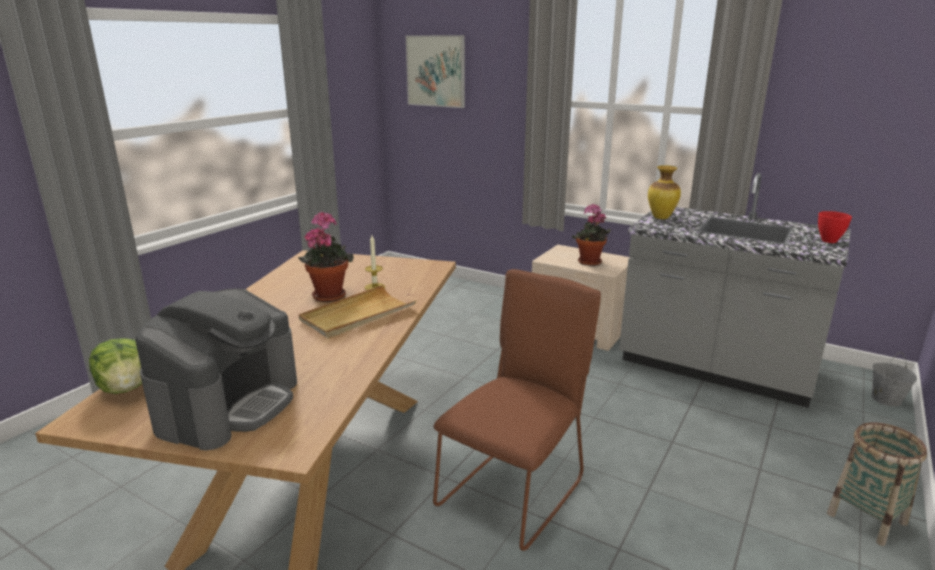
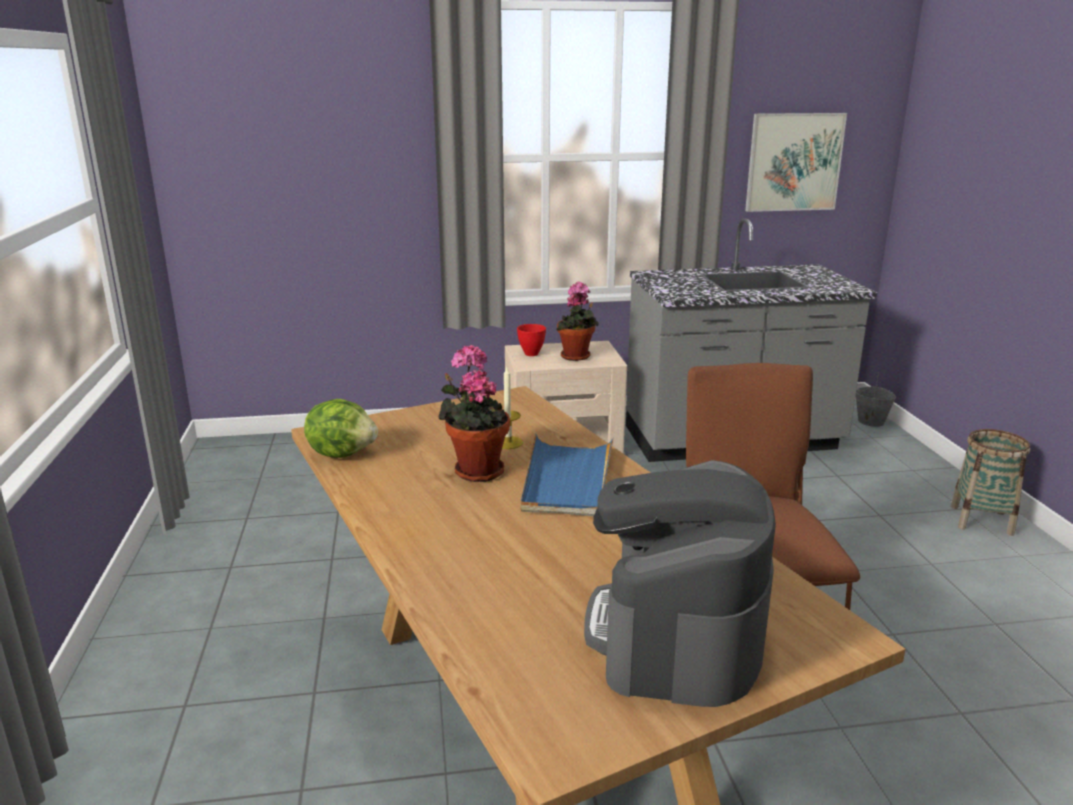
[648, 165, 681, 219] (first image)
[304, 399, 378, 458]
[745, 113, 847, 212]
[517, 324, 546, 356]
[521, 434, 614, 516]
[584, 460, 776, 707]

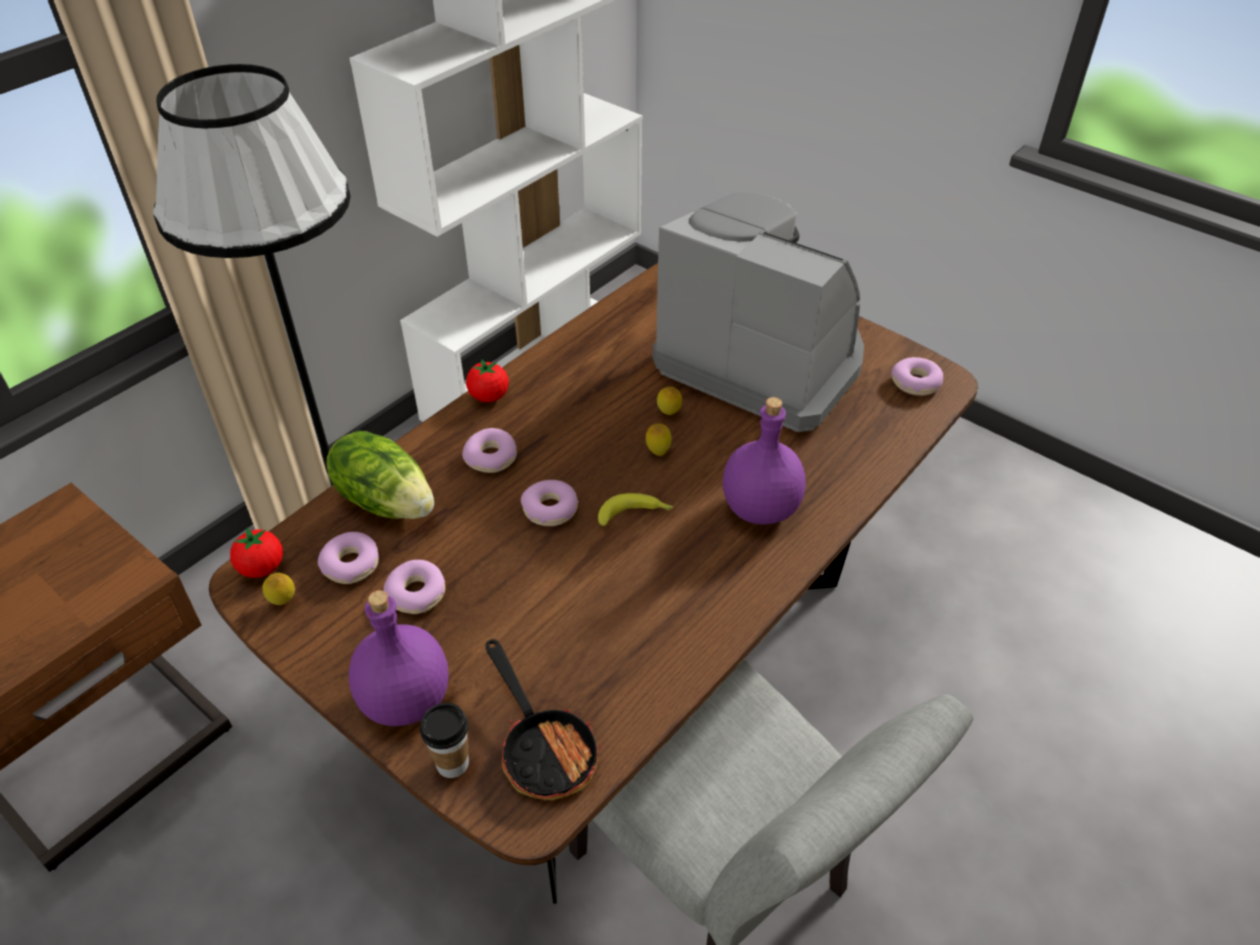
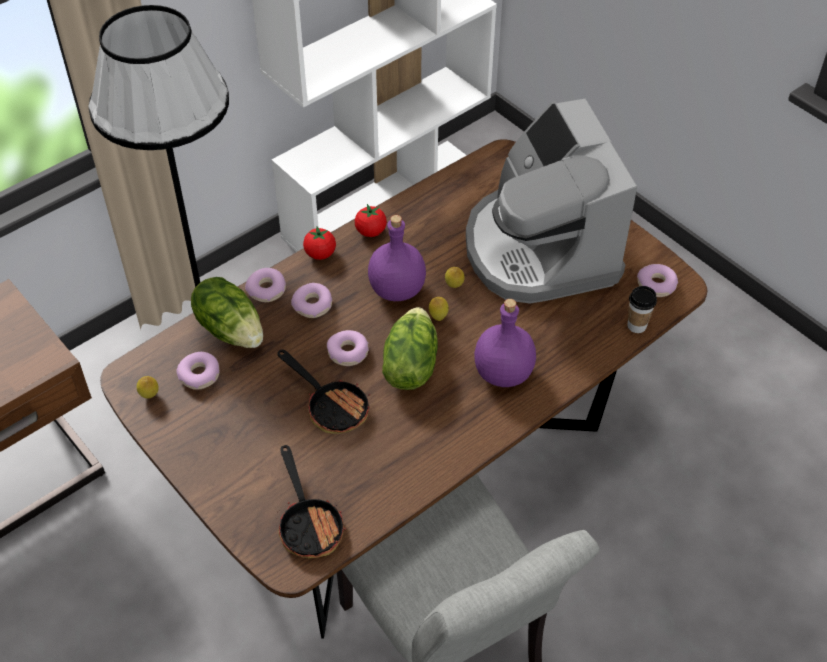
[277, 349, 370, 434]
[355, 204, 387, 237]
[368, 215, 426, 301]
[245, 268, 286, 302]
[628, 286, 657, 333]
[382, 307, 438, 390]
[466, 99, 637, 304]

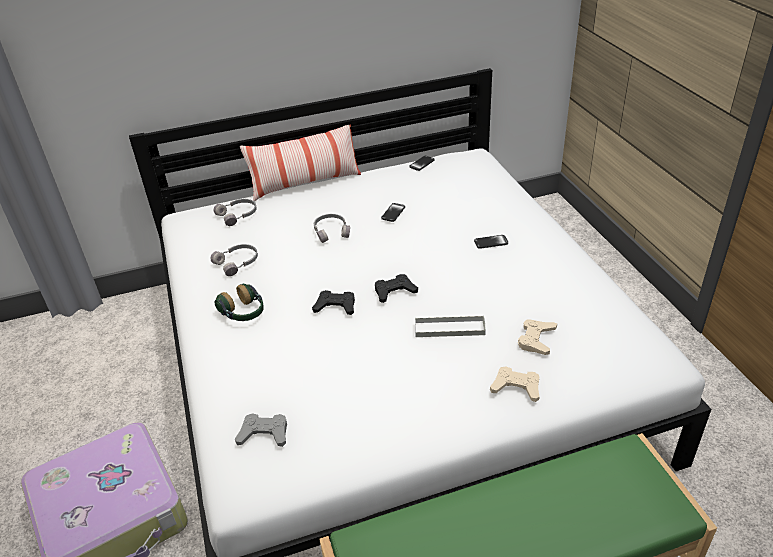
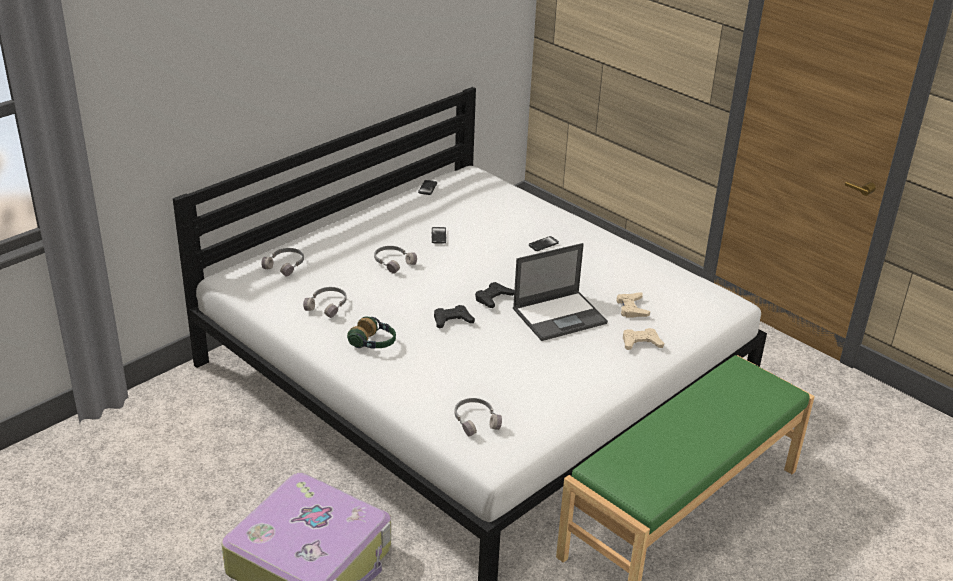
[240, 124, 361, 201] (first image)
[454, 398, 502, 437]
[513, 243, 608, 341]

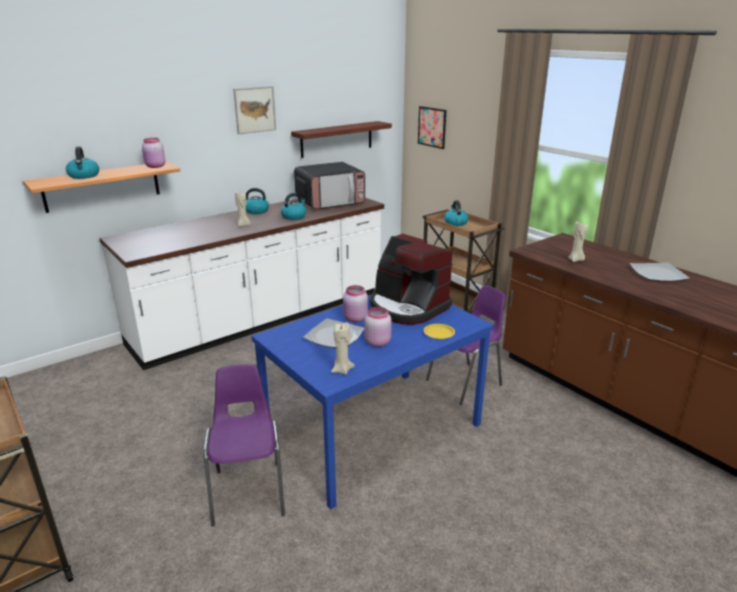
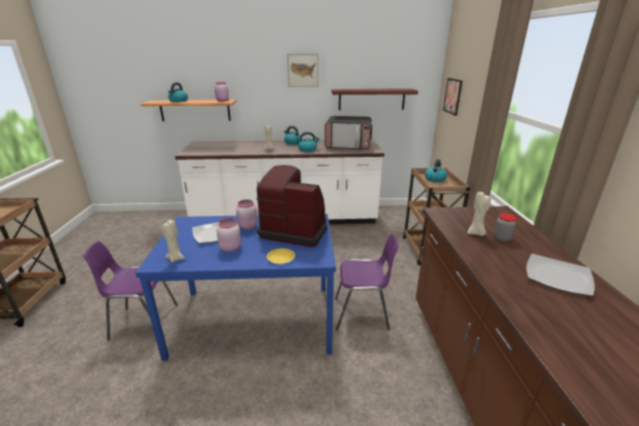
[494, 213, 517, 242]
[83, 241, 178, 341]
[256, 165, 328, 247]

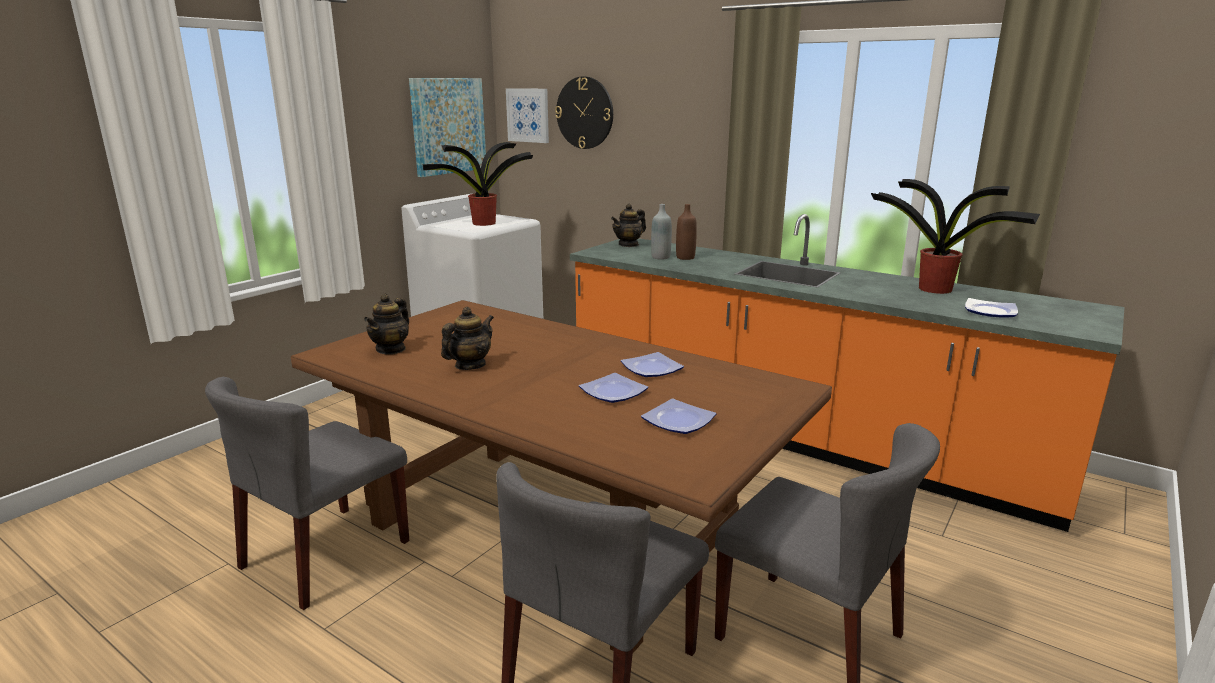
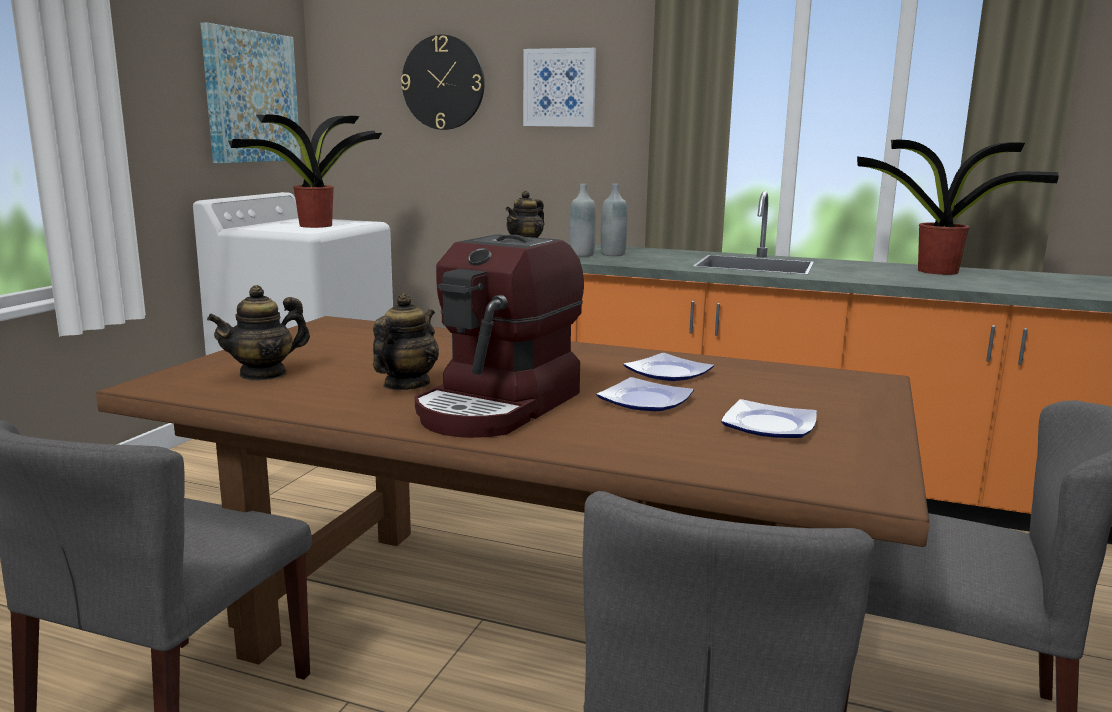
[965, 298, 1018, 318] (first image)
[415, 234, 584, 438]
[523, 48, 596, 127]
[601, 184, 628, 256]
[207, 285, 310, 381]

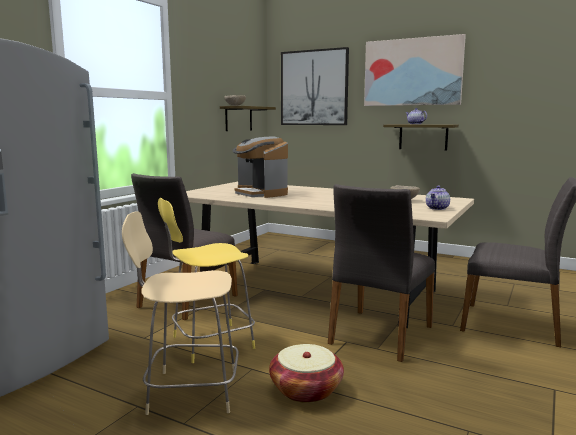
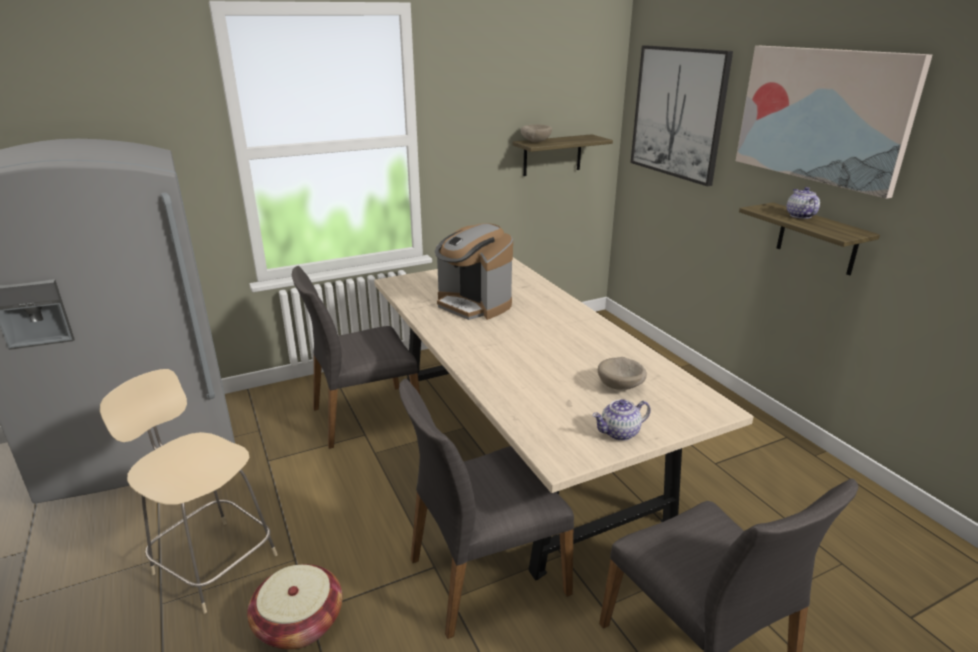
[158, 198, 255, 363] (first image)
[434, 223, 513, 320]

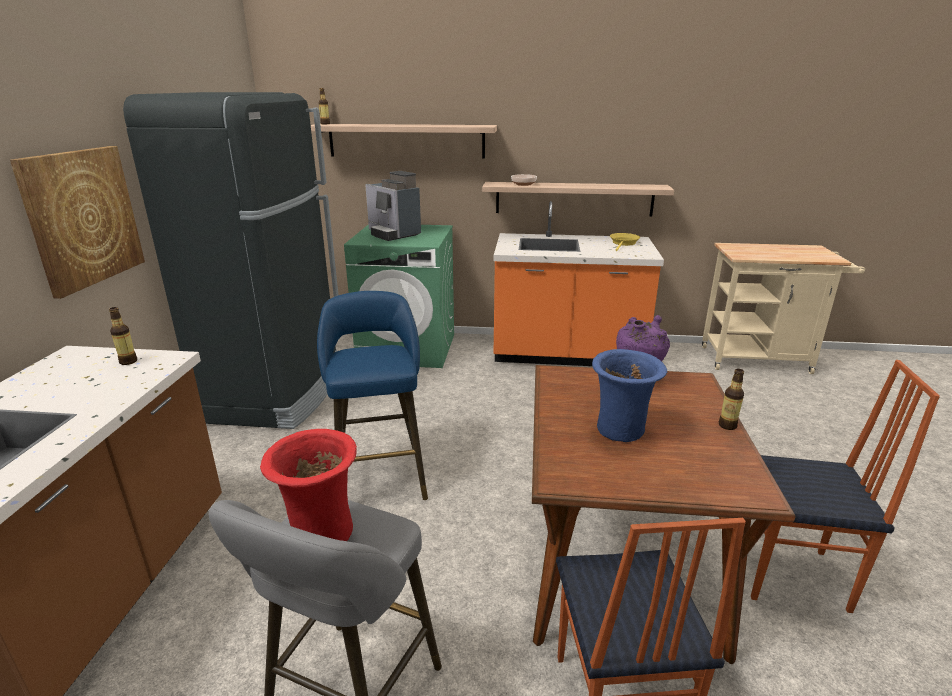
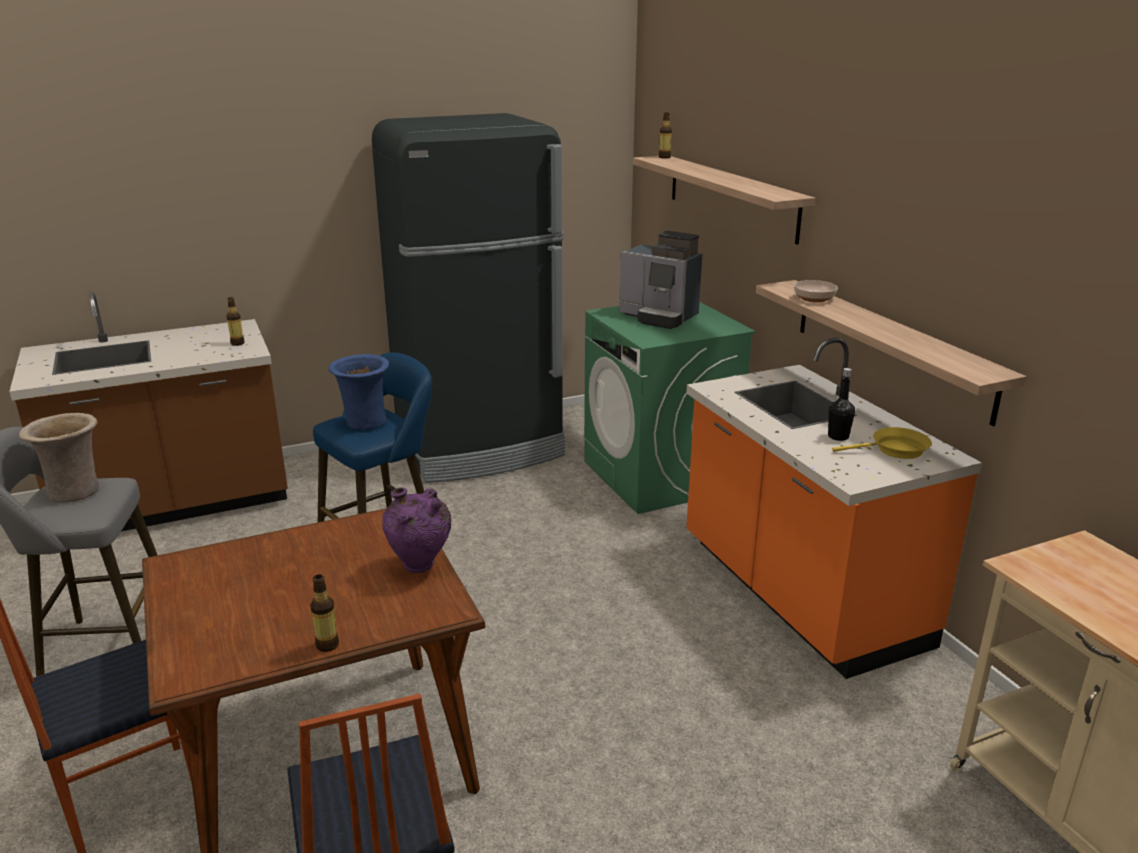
[10, 146, 145, 299] (first image)
[828, 368, 855, 441]
[328, 354, 389, 430]
[19, 413, 99, 503]
[619, 231, 702, 329]

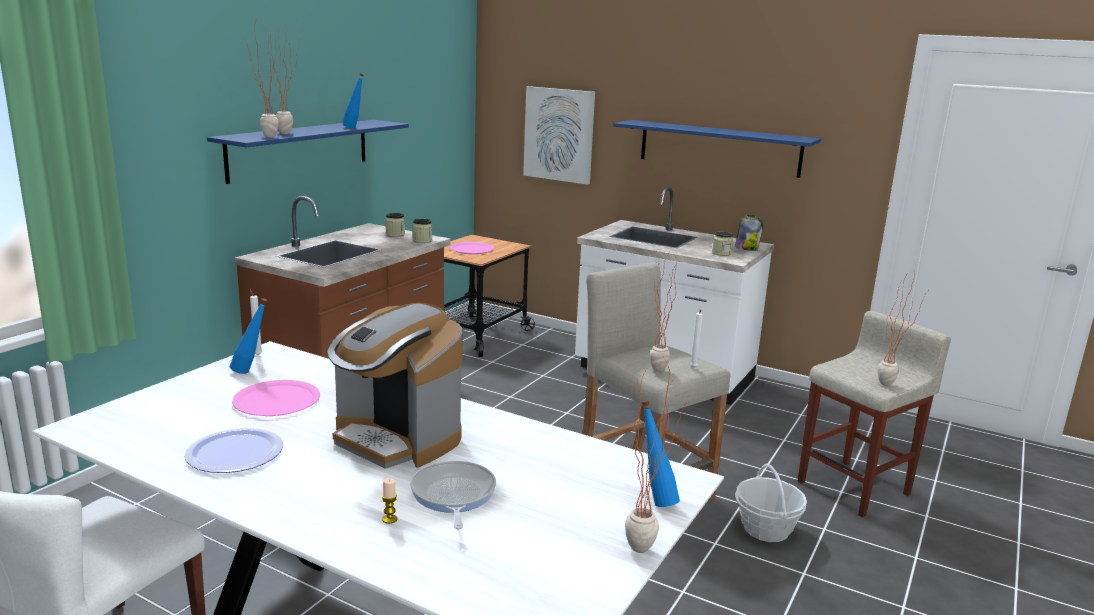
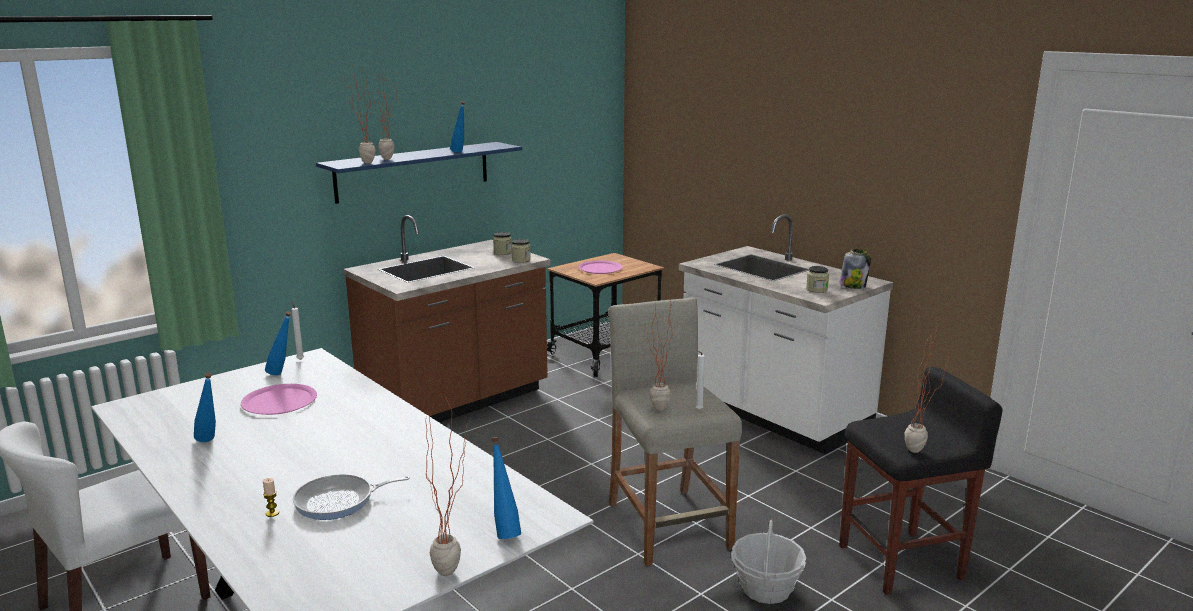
[327, 303, 463, 469] (first image)
[523, 86, 595, 185] (first image)
[613, 120, 821, 178] (first image)
[194, 372, 216, 442]
[839, 367, 1003, 595]
[293, 474, 410, 520]

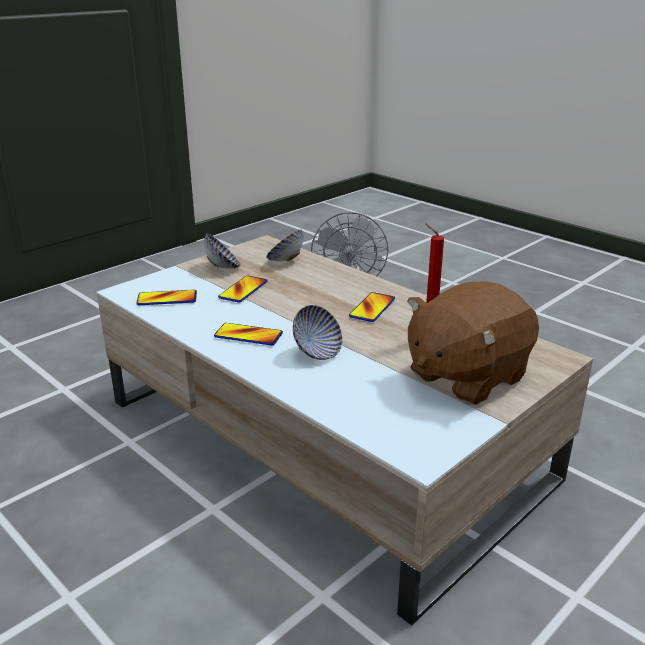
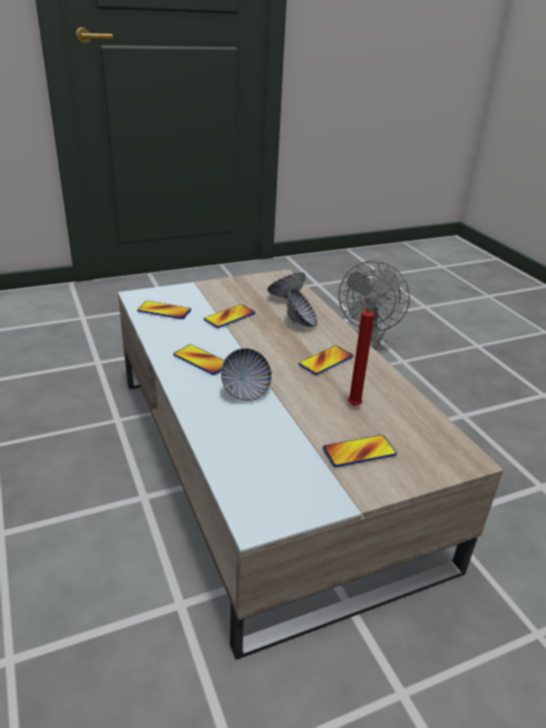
[286, 288, 318, 327]
[323, 435, 397, 467]

